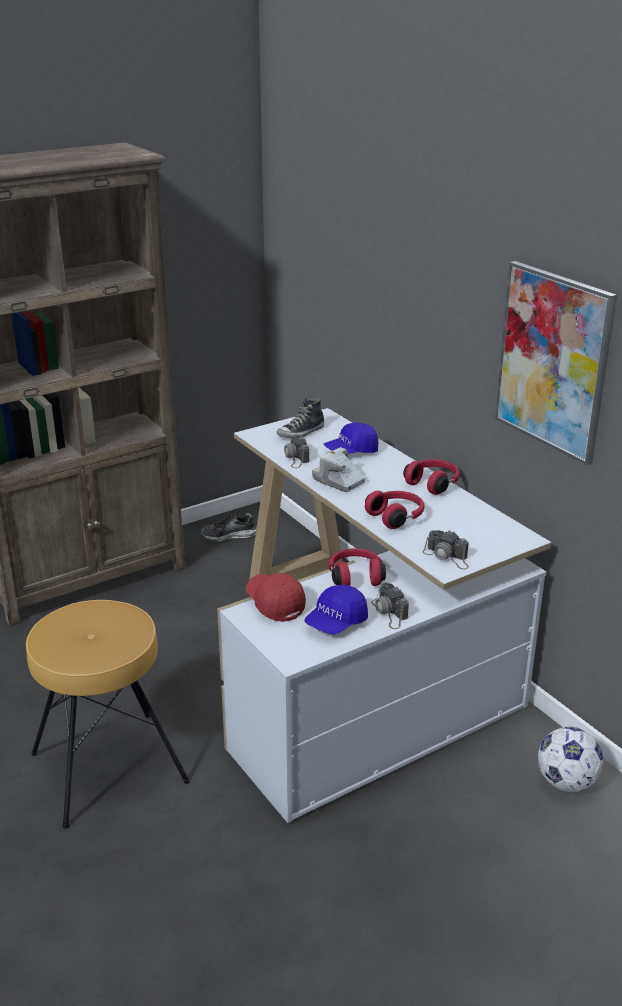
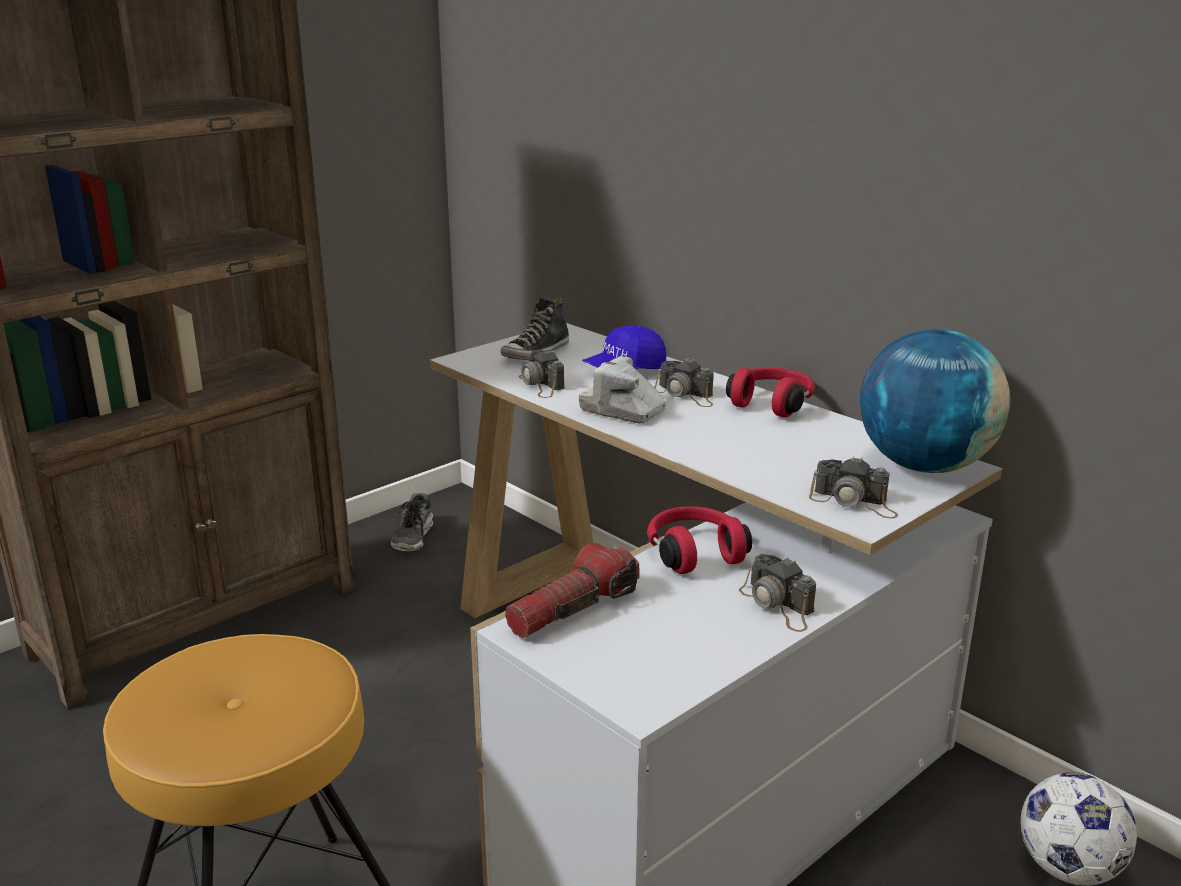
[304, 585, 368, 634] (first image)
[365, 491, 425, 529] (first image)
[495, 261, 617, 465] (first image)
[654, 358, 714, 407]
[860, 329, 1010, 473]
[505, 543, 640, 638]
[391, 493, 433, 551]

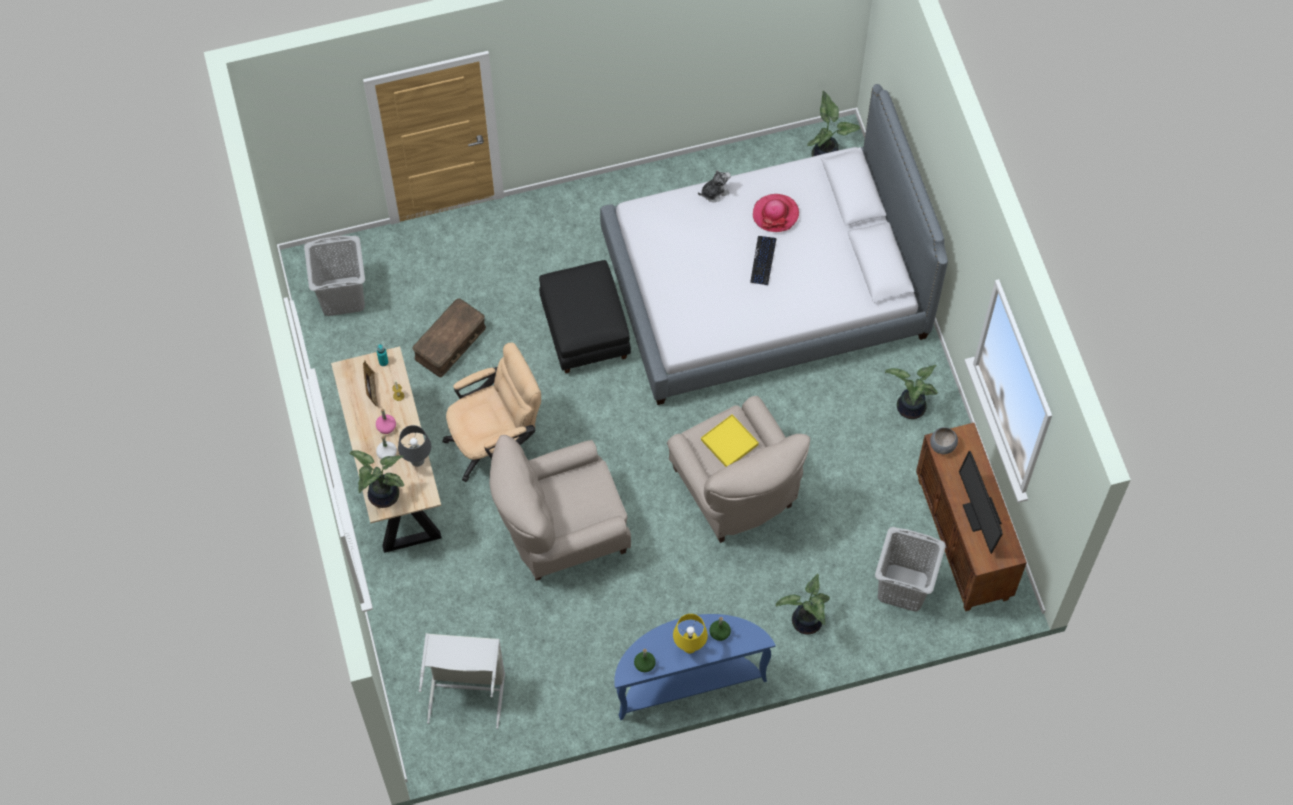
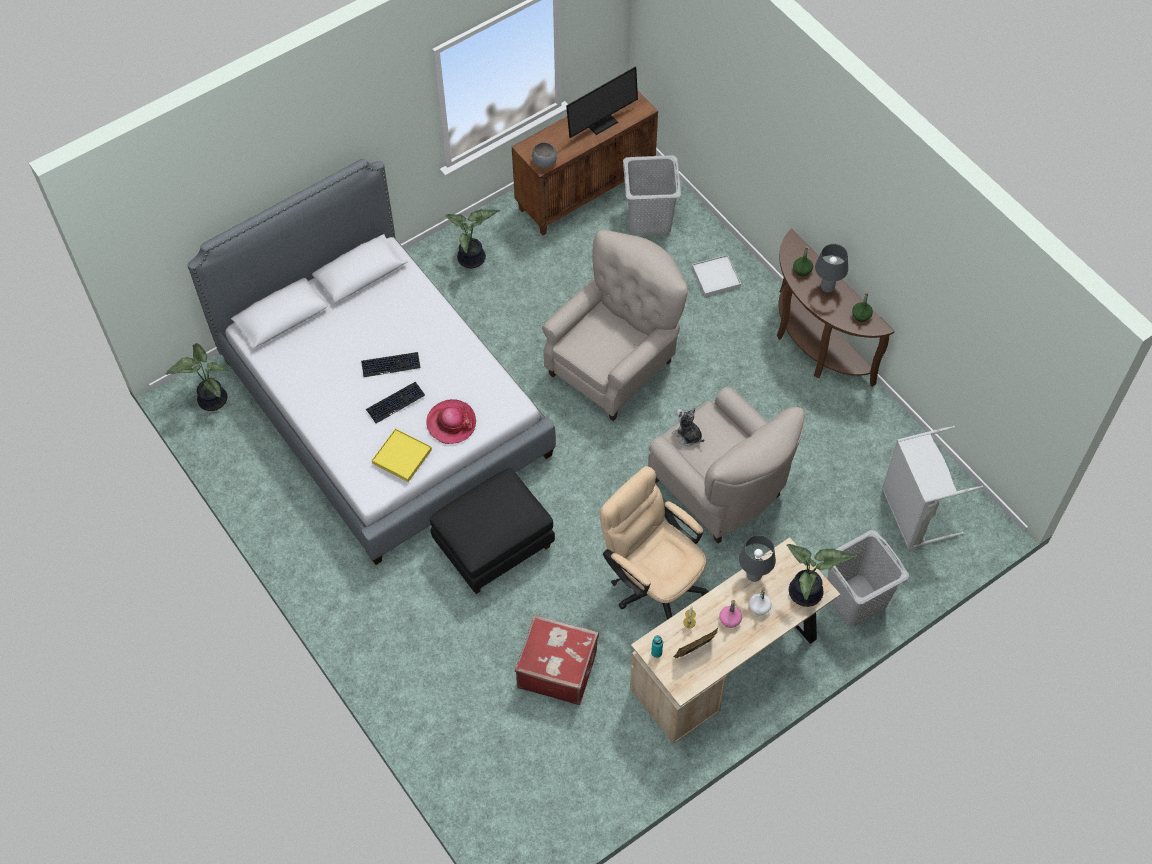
[366, 382, 425, 424]
[827, 530, 909, 627]
[672, 408, 704, 446]
[372, 428, 432, 482]
[427, 399, 476, 444]
[515, 615, 599, 705]
[692, 255, 741, 297]
[777, 229, 894, 387]
[815, 244, 848, 292]

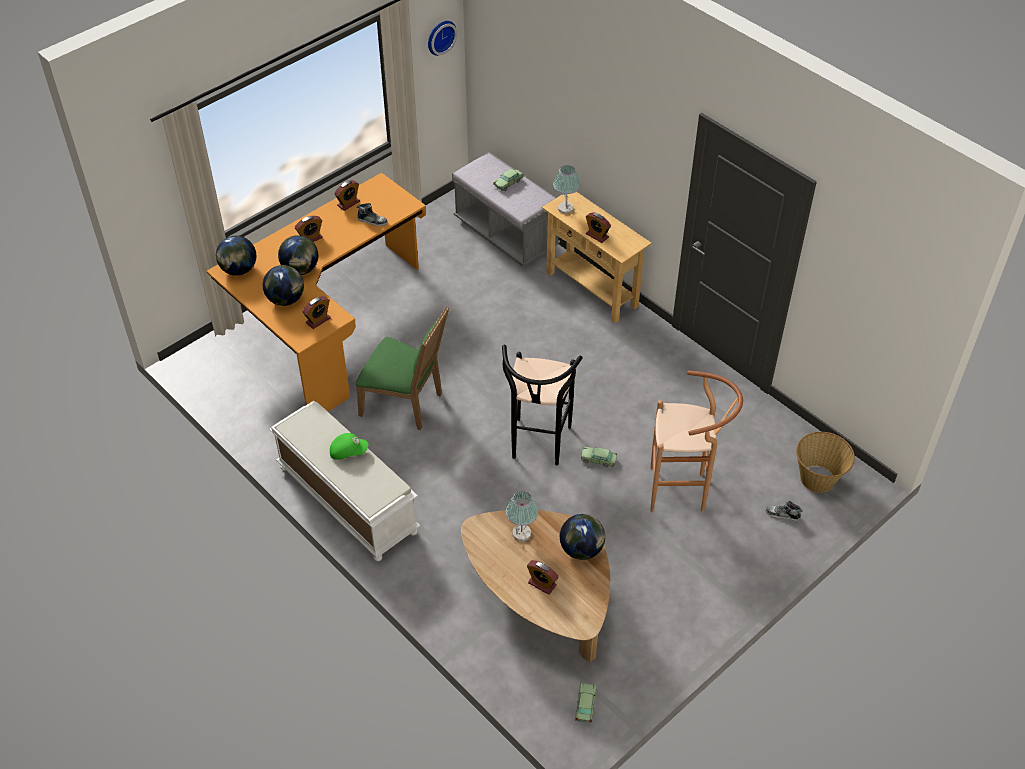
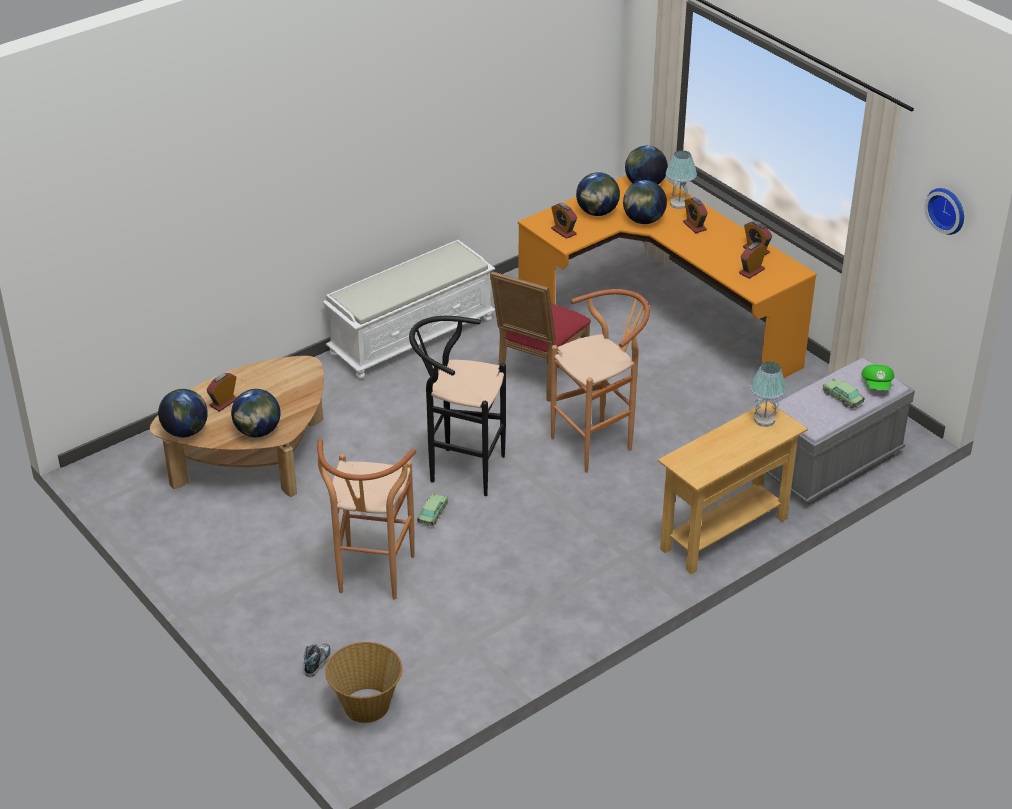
[357, 203, 388, 226] (first image)
[575, 683, 597, 723] (first image)
[158, 389, 208, 437]
[551, 289, 650, 473]
[861, 365, 894, 390]
[666, 150, 697, 209]
[739, 242, 767, 279]
[490, 271, 591, 402]

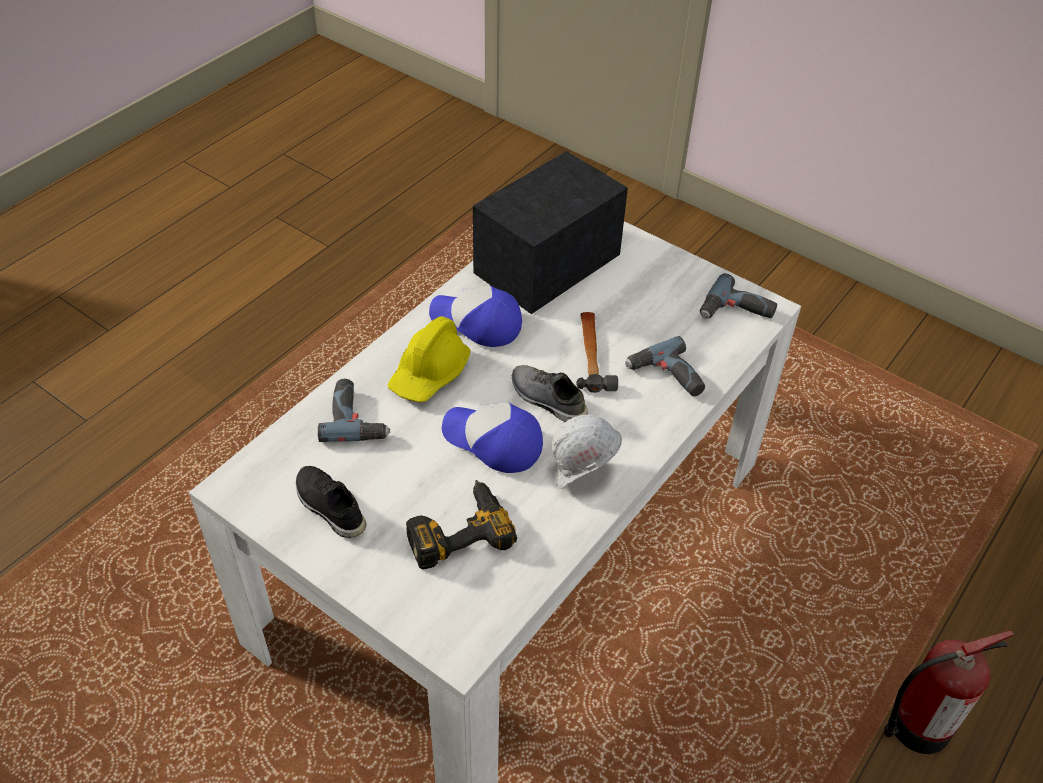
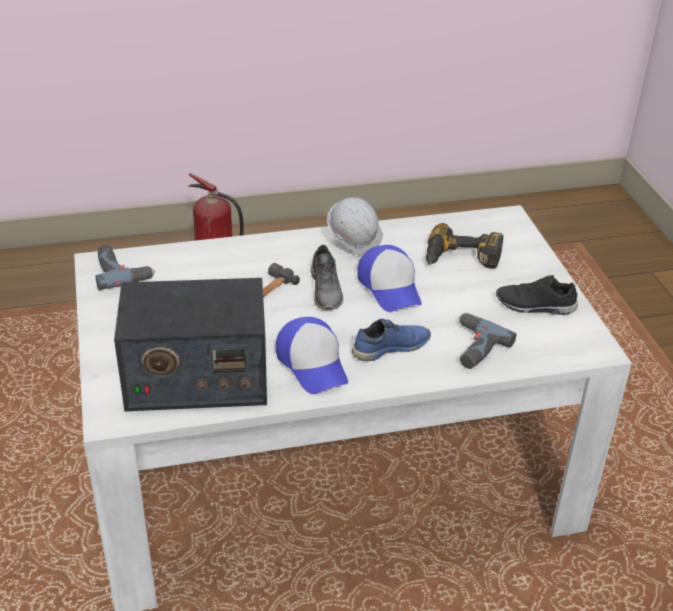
[625, 336, 705, 396] (first image)
[352, 319, 431, 362]
[496, 275, 578, 315]

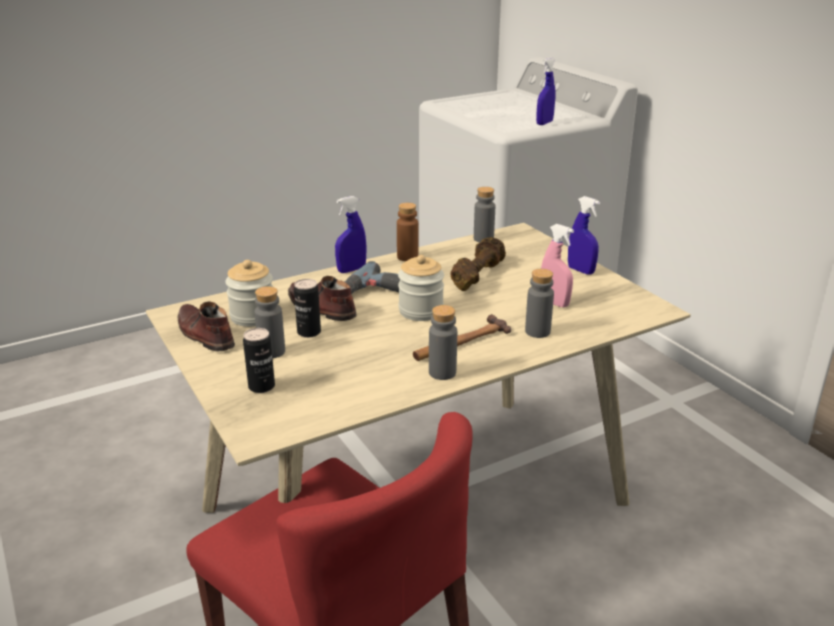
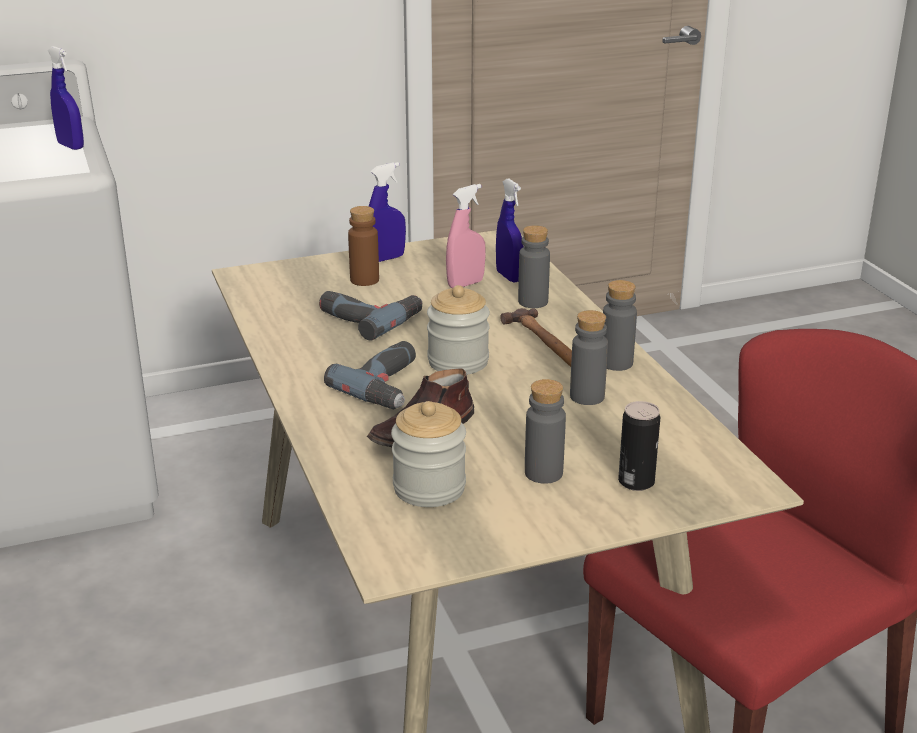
[178, 301, 235, 352] (first image)
[294, 279, 321, 338] (first image)
[496, 178, 524, 283]
[348, 206, 379, 286]
[570, 310, 608, 405]
[319, 291, 422, 340]

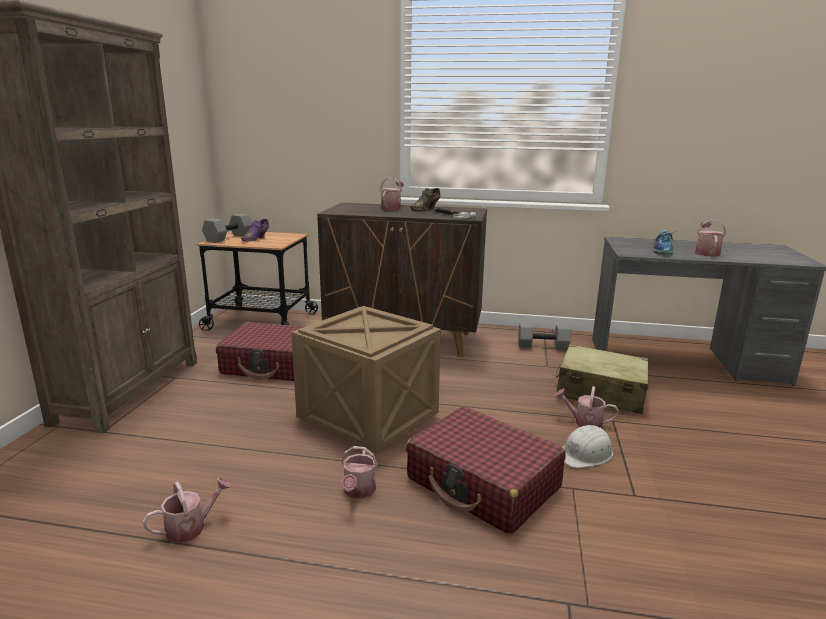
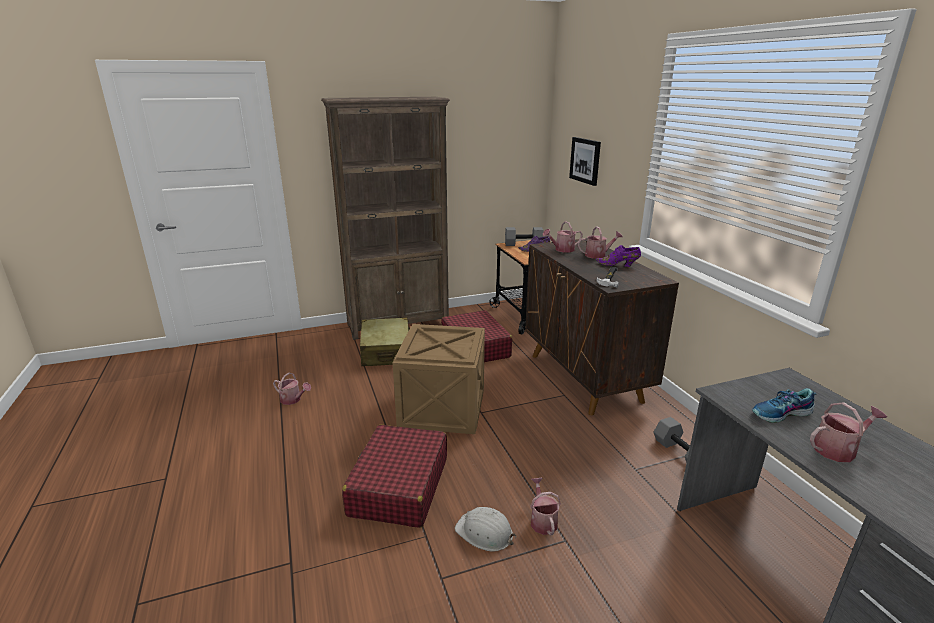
[569, 137, 601, 186]
[543, 221, 583, 253]
[360, 317, 410, 366]
[596, 245, 641, 267]

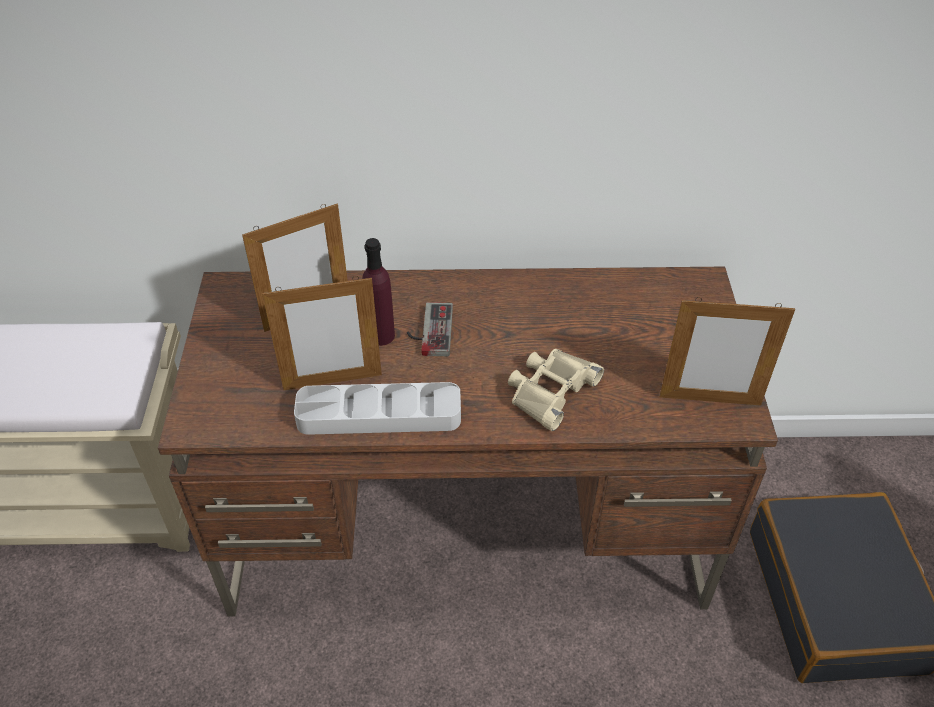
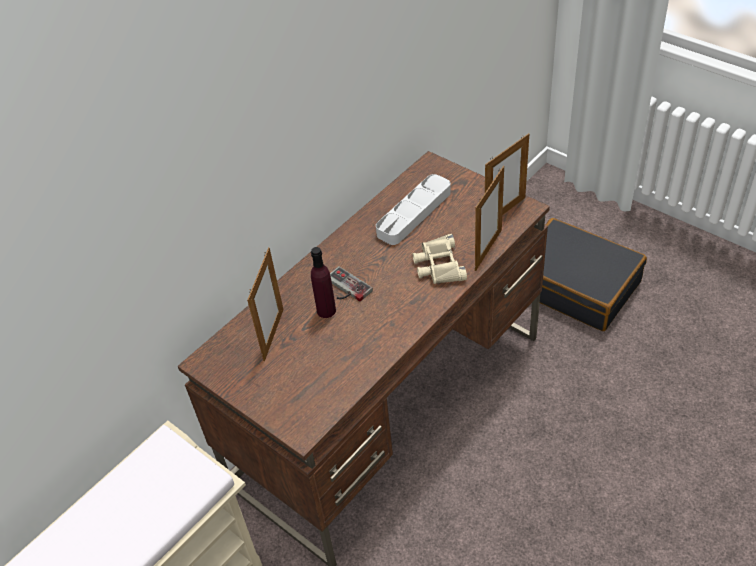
[475, 166, 504, 271]
[376, 174, 451, 245]

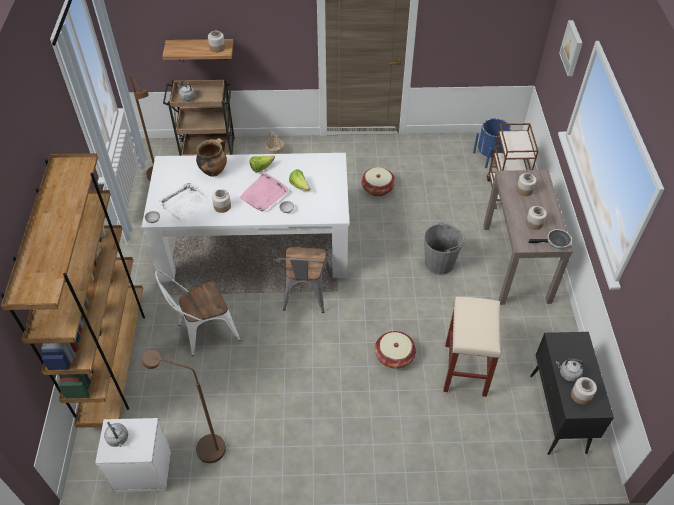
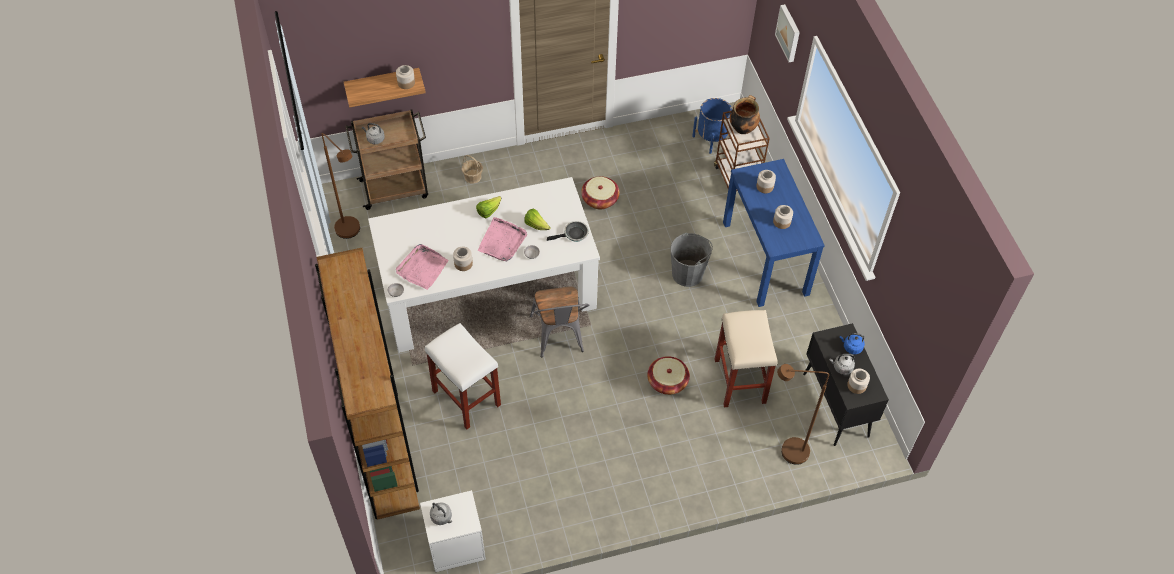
[840, 333, 865, 354]
[777, 364, 829, 465]
[730, 95, 760, 134]
[547, 221, 589, 242]
[425, 323, 501, 429]
[396, 244, 449, 290]
[723, 159, 825, 307]

